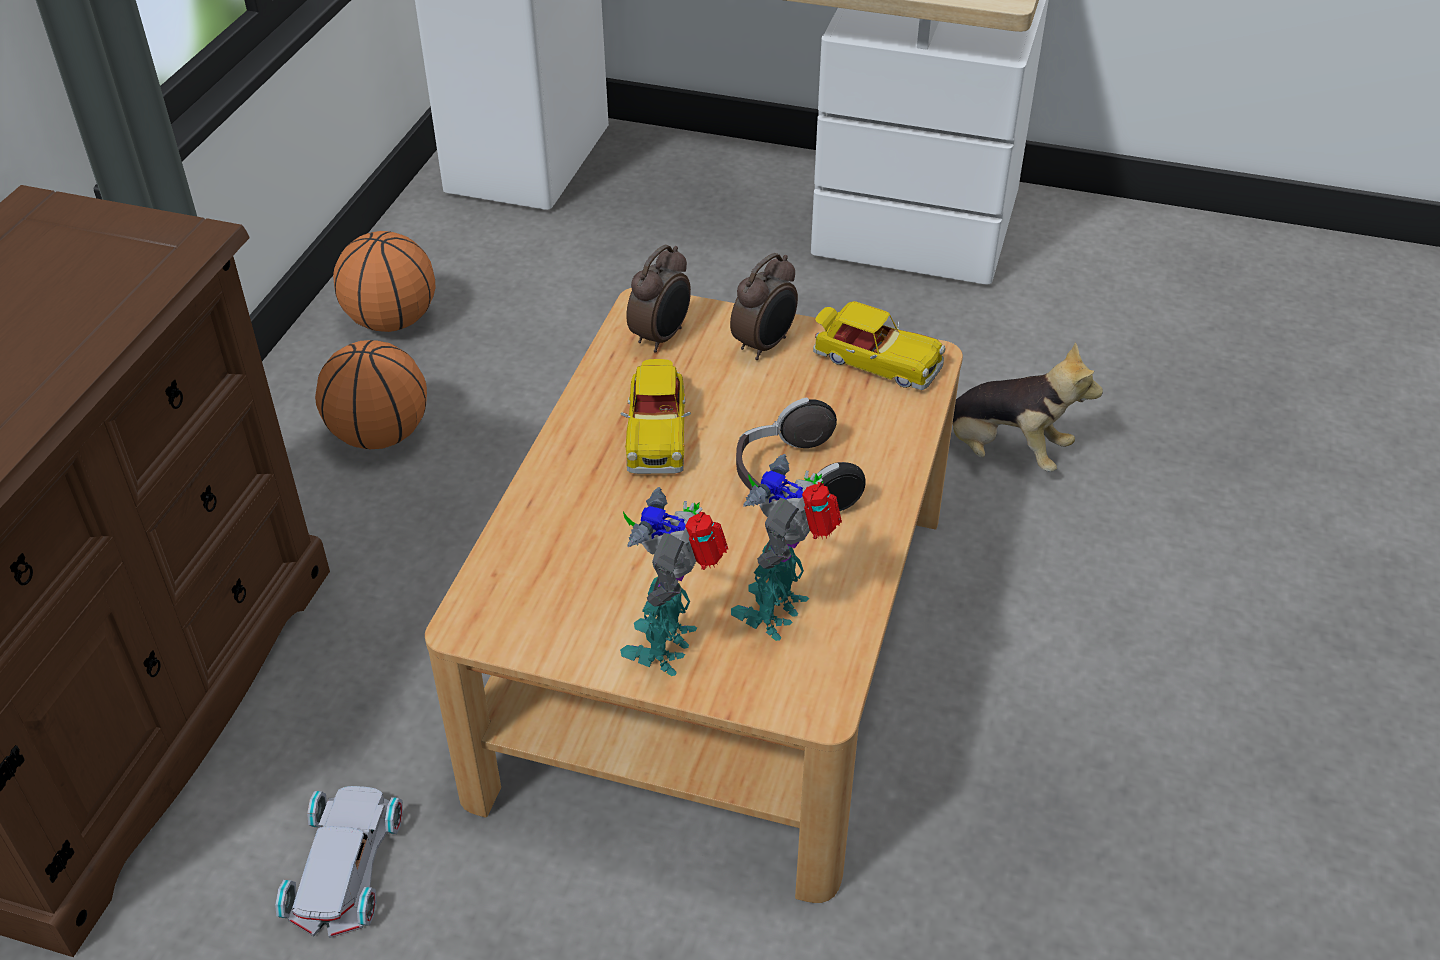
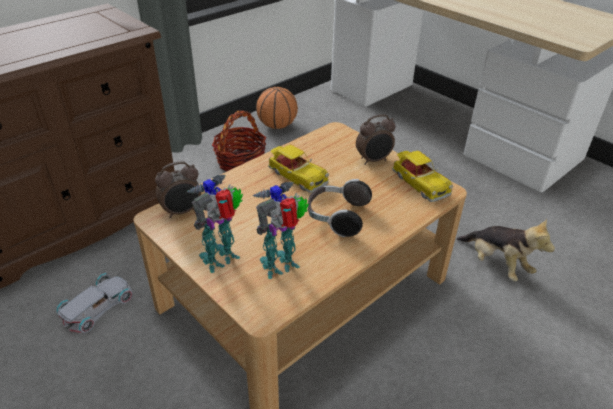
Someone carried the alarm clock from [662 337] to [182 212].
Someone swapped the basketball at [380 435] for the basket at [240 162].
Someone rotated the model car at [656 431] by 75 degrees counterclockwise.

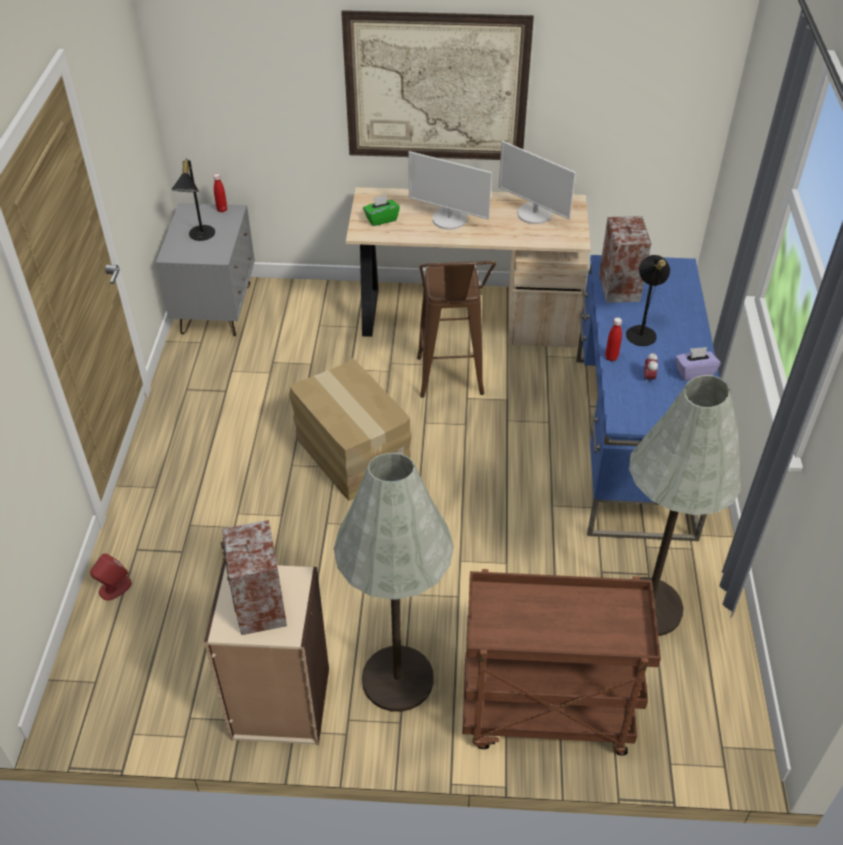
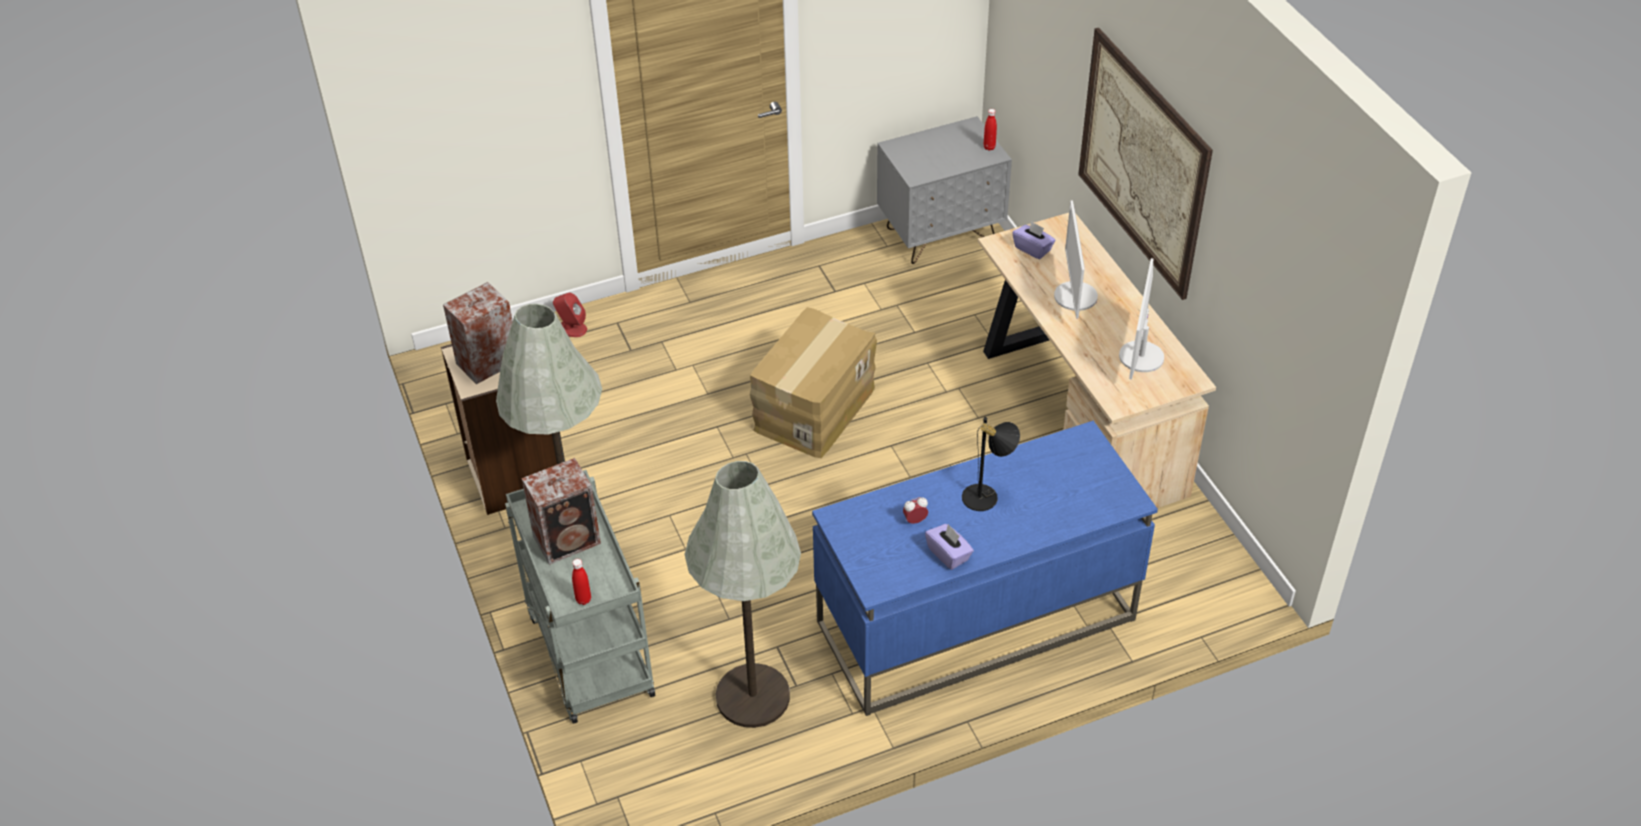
Someone repainted the brown-coloured cart at [544 714], which became the greyish cart at [588 653].
Someone carried the audio speaker from [619 286] to [569 540].
Someone carried the red-coloured drink bottle from [611 357] to [583 599].
Someone repainted the green-coloured tissue box at [381 219], which became the purple-coloured tissue box at [1033 249].
Someone took away the black lamp for a table at [199 236].
Someone took away the brown-coloured sitting stool at [450 385].

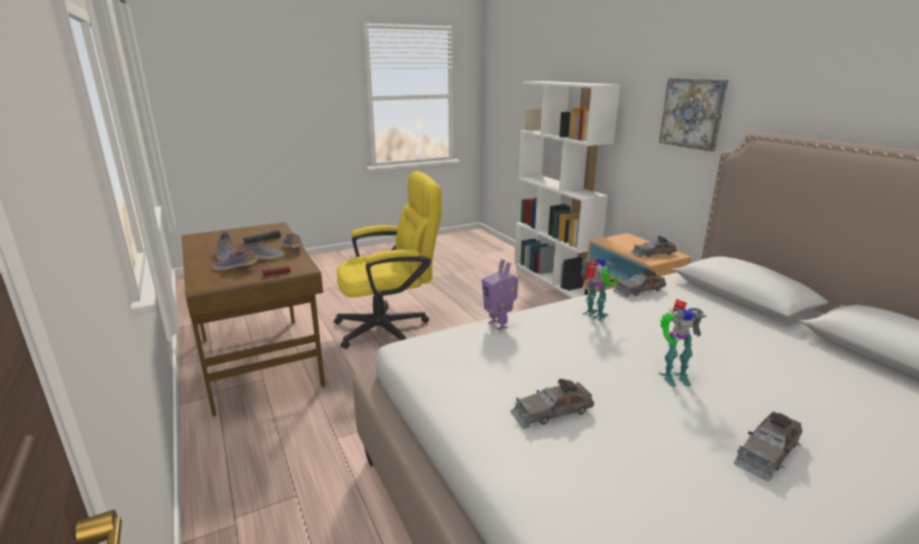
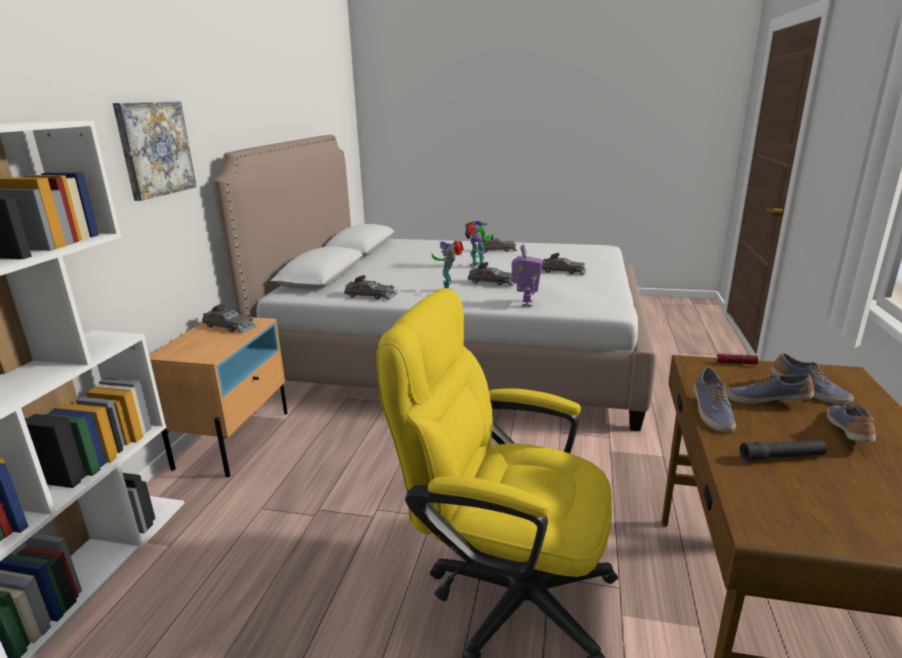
Someone put down the greyish model car at [492 282].

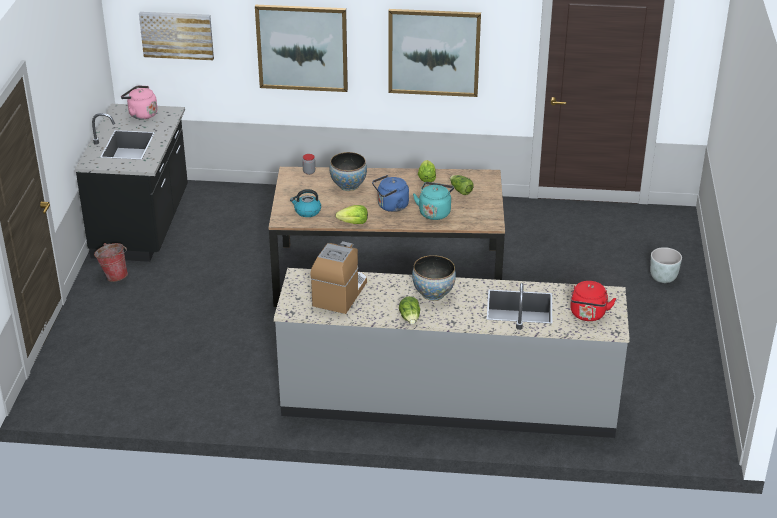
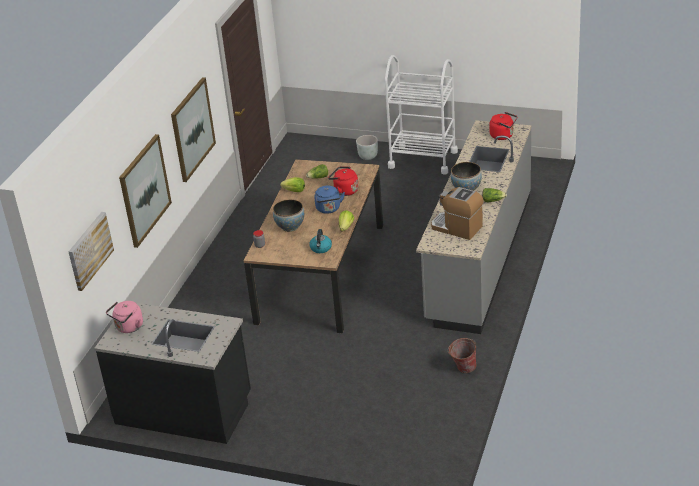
Someone repainted the turquoise tea kettle at [435 212], which became the red-coloured tea kettle at [344 191].
Someone put down the whitish cart at [423 159].
Someone carried the water bucket from [114 276] to [462 369].

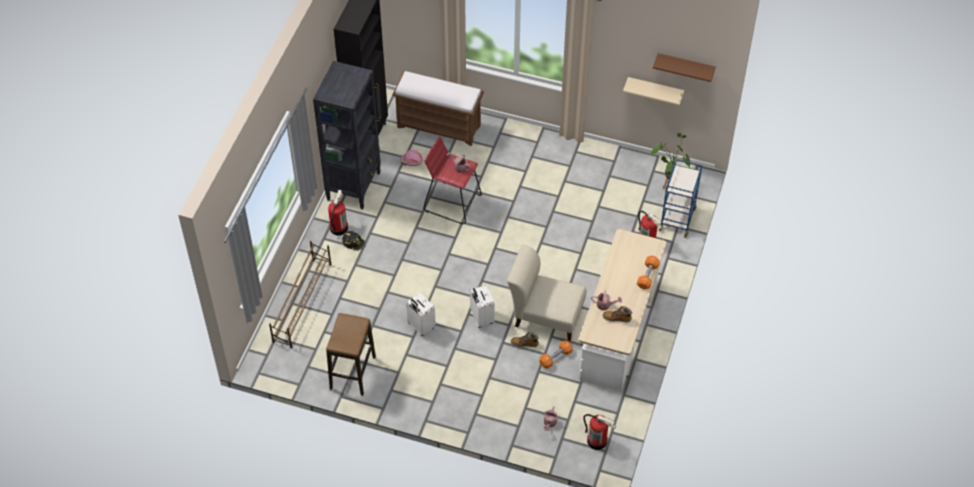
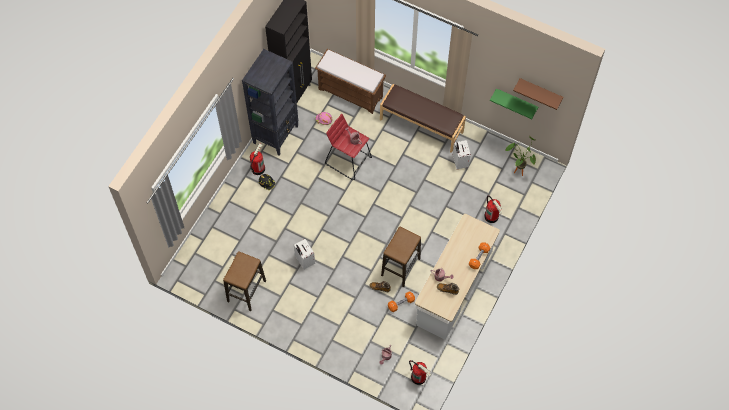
Someone put down the brown-coloured bench at [421 125].
Someone swapped the beige upright chair at [545 315] for the sitting stool at [400 267].
Someone carried the whitish piece of luggage from [481 318] to [459 162].
Someone repainted the beige wall shelf at [655 90], which became the green-coloured wall shelf at [516 102].
Someone took away the brown-coloured shoe shelf at [302 302].
Someone took away the blue-coloured cart at [677 218].

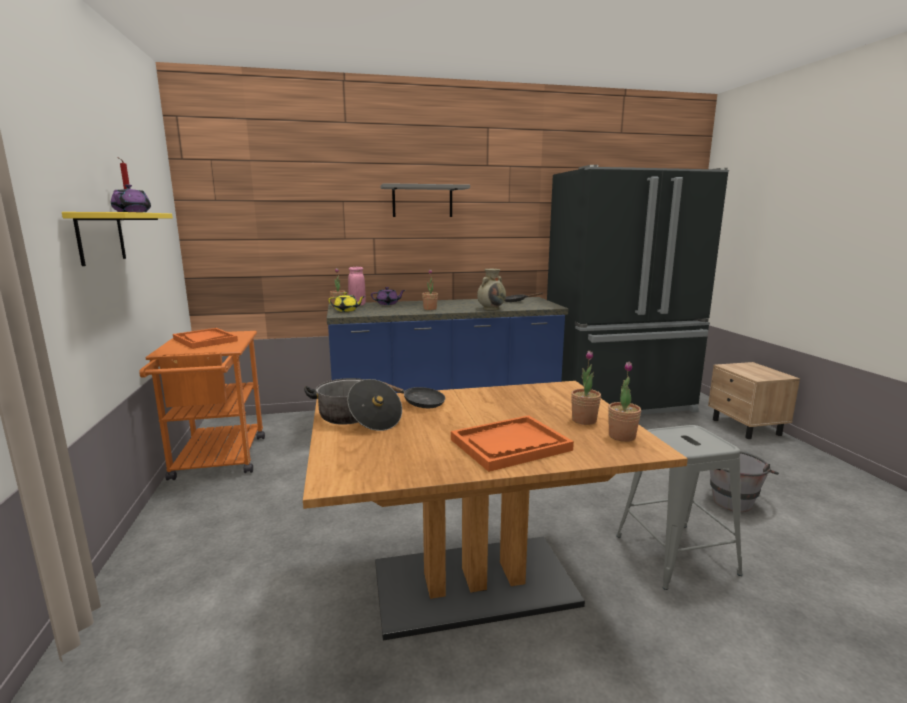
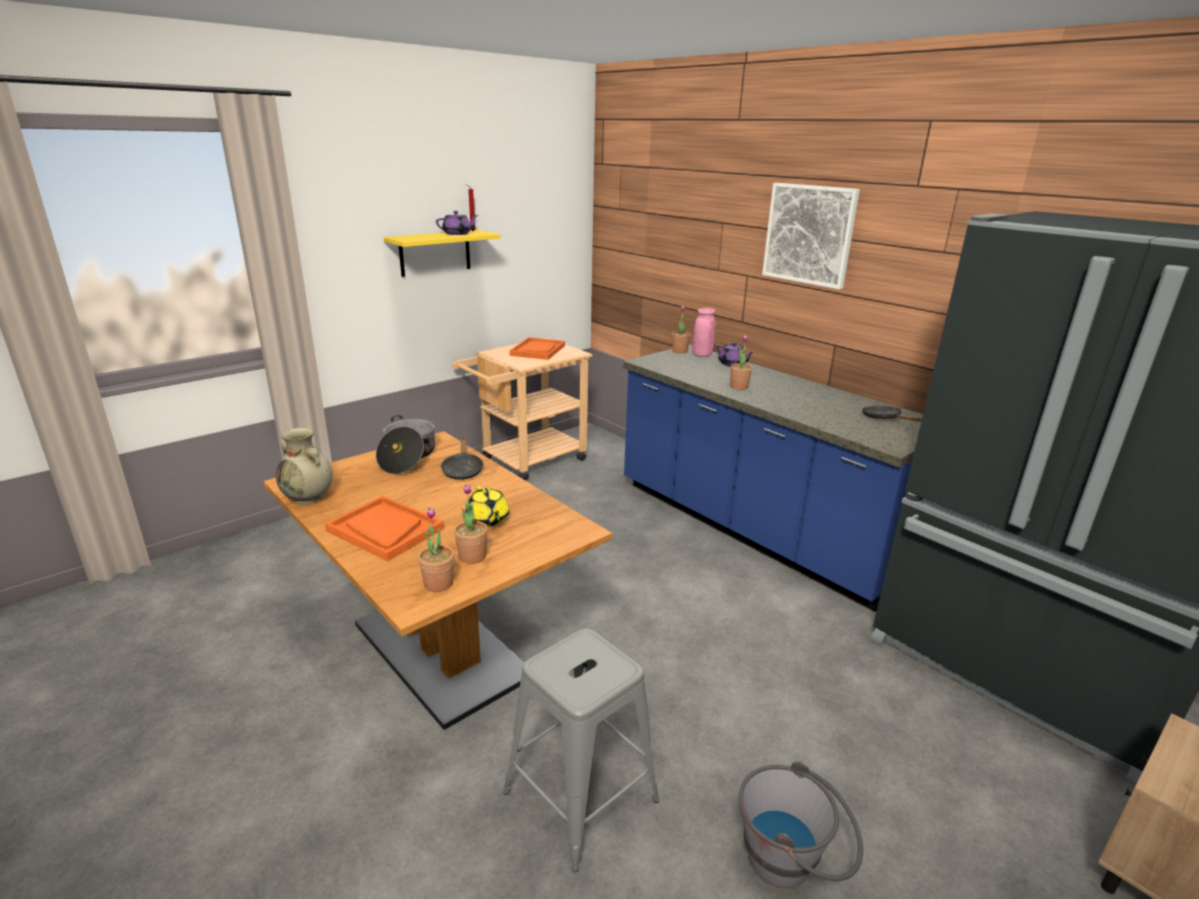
Someone carried the beige decorative vase from [491 308] to [309 498].
Someone repainted the orange cart at [218 462], which became the beige cart at [527 461].
Someone carried the yellowish pot for tea from [346 310] to [488 520].
Someone swapped the greyish wall shelf at [422 201] for the wall picture at [809 234].

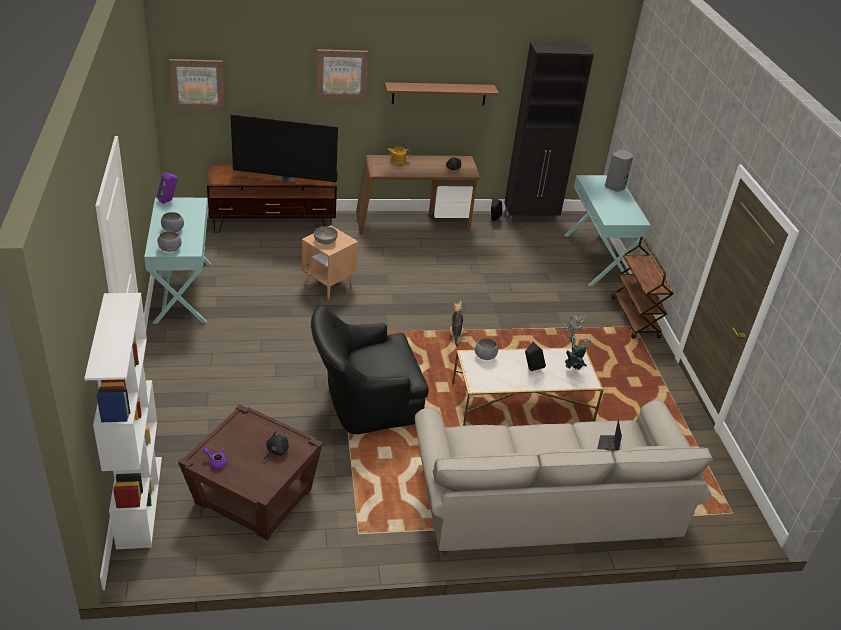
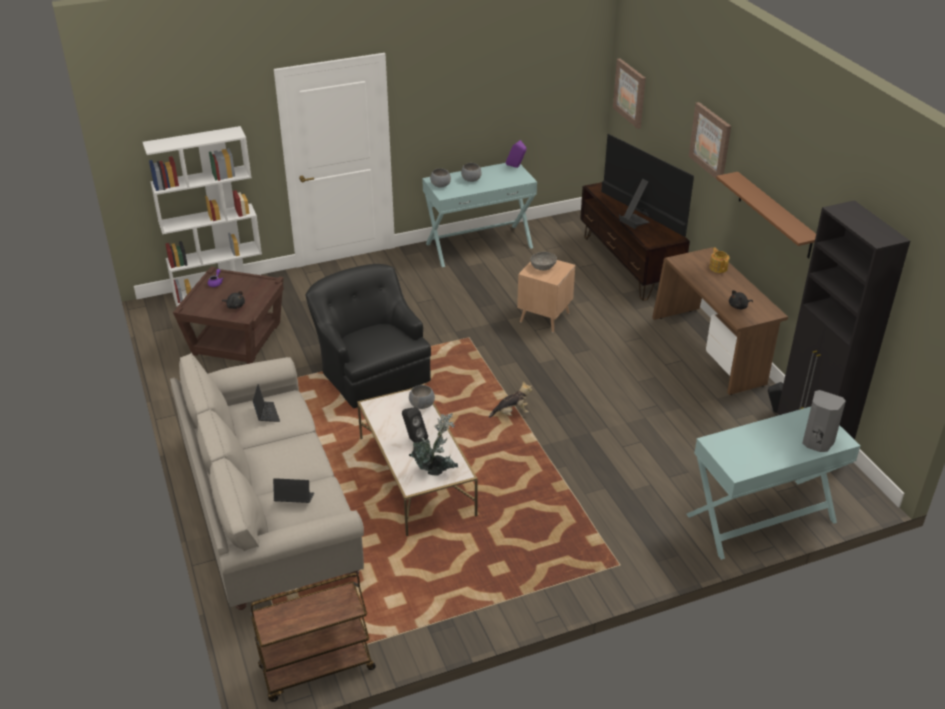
Someone carried the brown-coloured cart from [635 318] to [316 669].
Someone put down the portable computer at [266 414].
Someone rotated the television at [286 177] by 150 degrees clockwise.

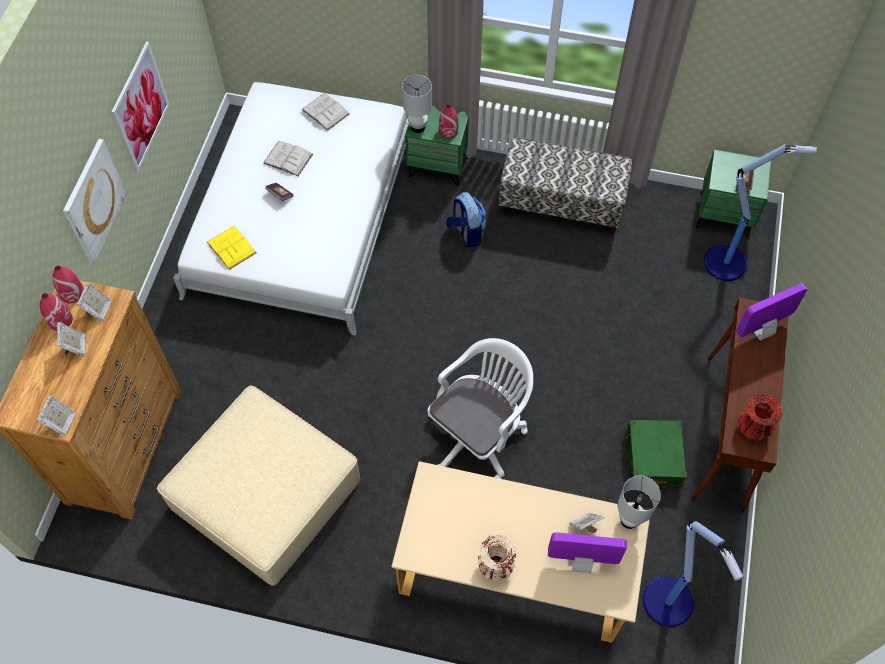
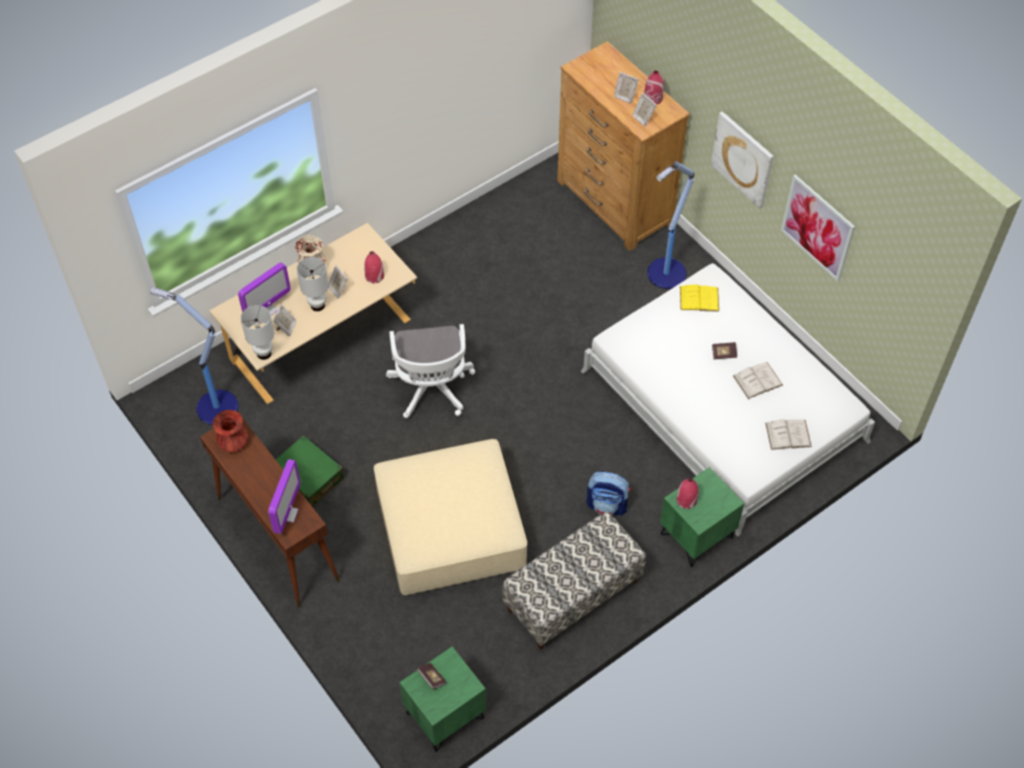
Someone carried the whitish lamp for a table from [418 126] to [318 305].
Someone carried the photo frame from [62 423] to [338 289].
Someone carried the red-coloured decorative vase from [72 293] to [374 276].
Someone carried the beige footrest from [264 494] to [451 528].
Someone carried the standard lamp from [727 262] to [665 274].

